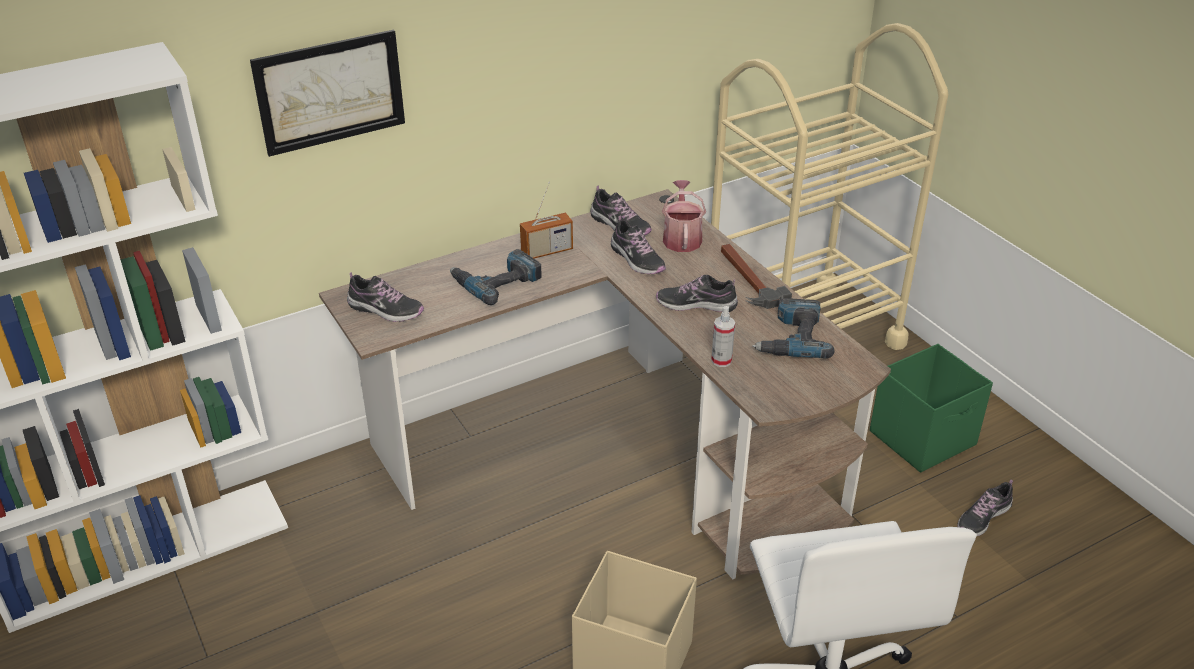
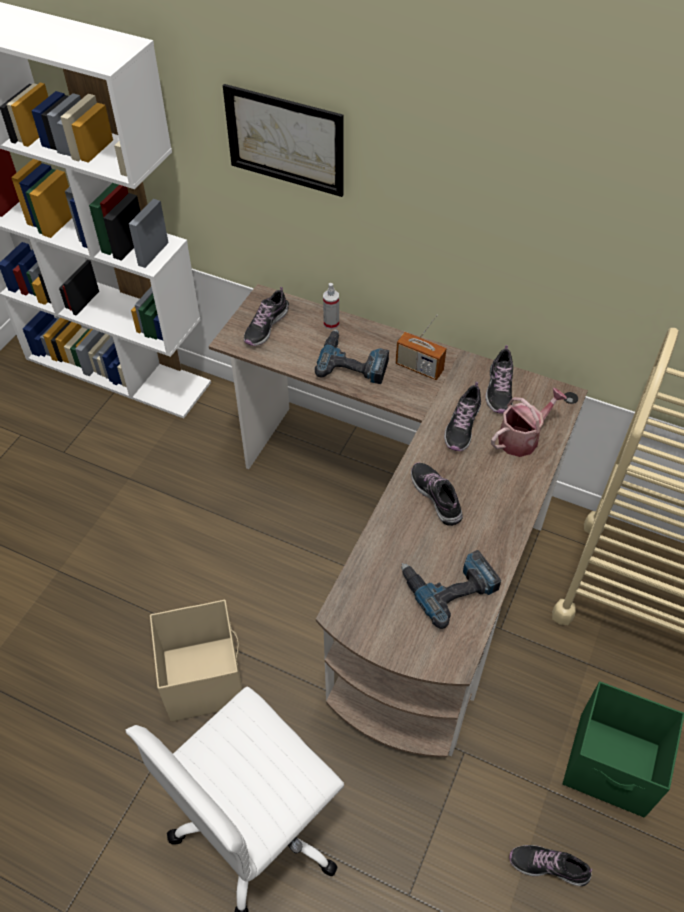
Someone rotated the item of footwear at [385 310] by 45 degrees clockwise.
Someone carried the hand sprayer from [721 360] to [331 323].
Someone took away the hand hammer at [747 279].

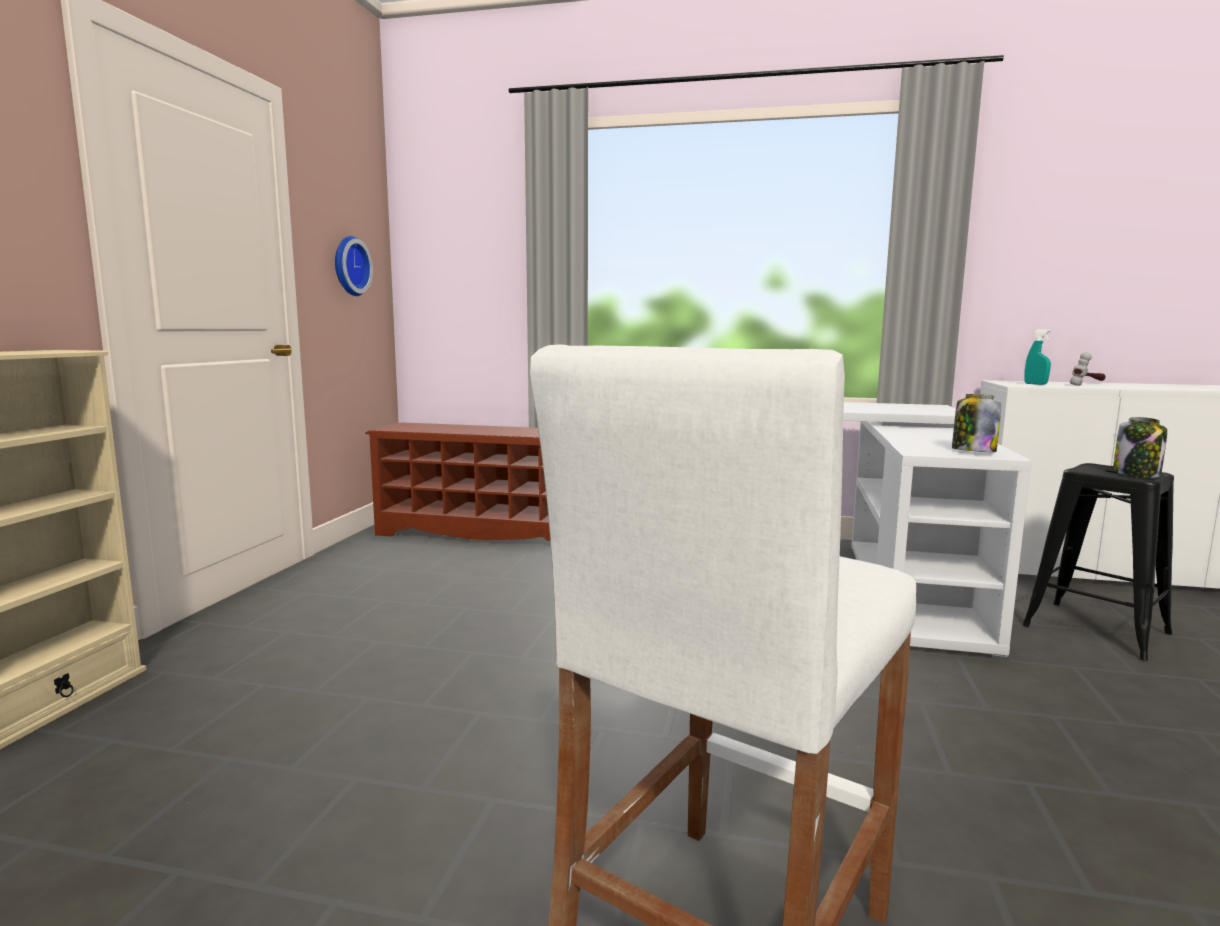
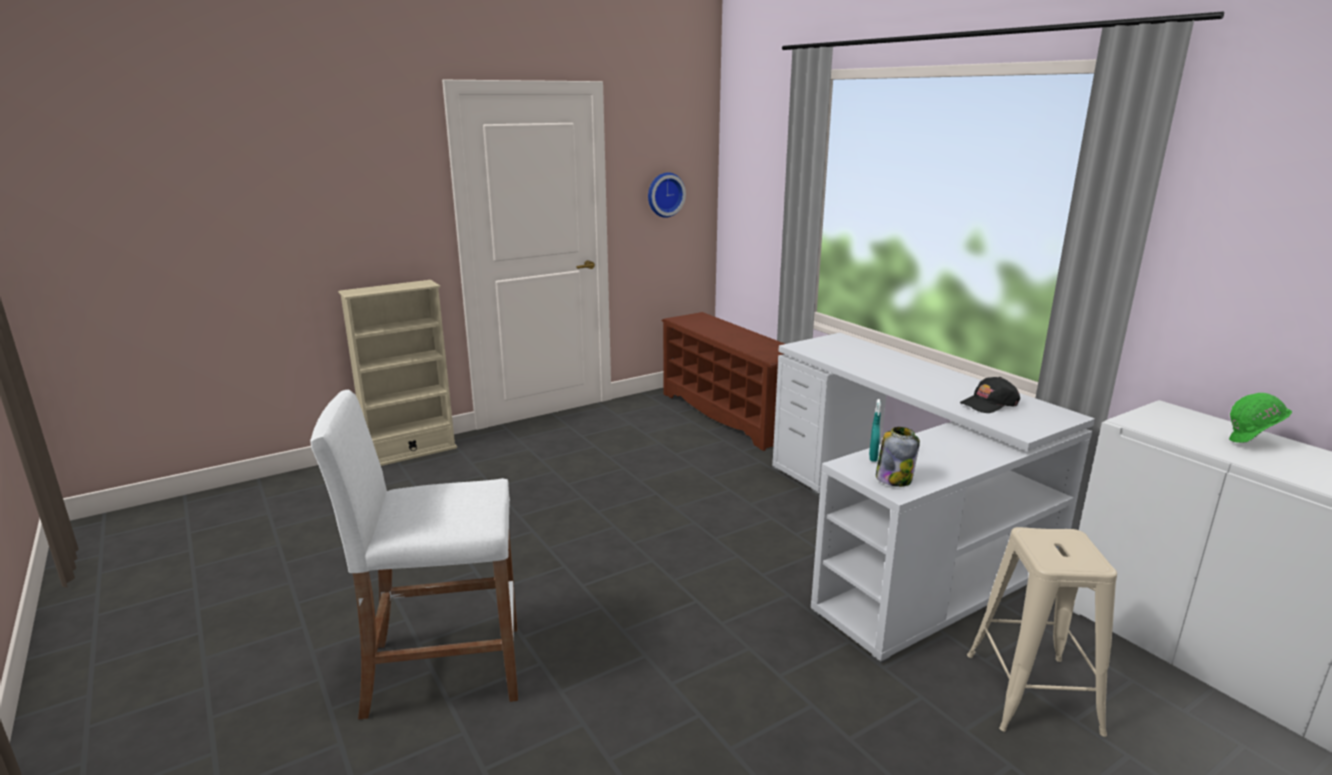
Someone carried the turquoise hand sprayer from [1035 384] to [873 457].
Someone put down the black peaked cap at [989 404].
Someone repainted the black sitting stool at [1094 629], which became the beige sitting stool at [1031 692].
Someone swapped the hand hammer at [1088 384] for the green-coloured safety helmet at [1252 443].
Someone took away the preserve jar at [1137 474].

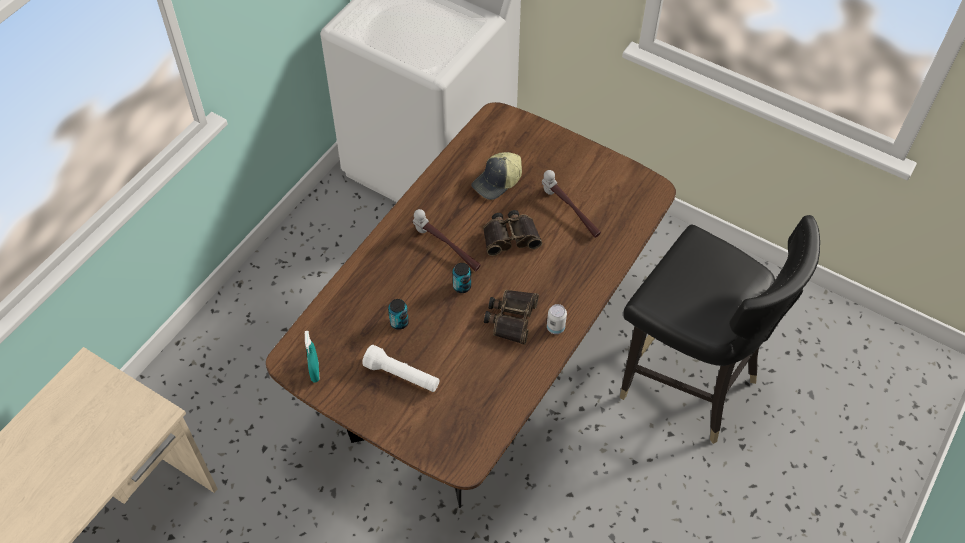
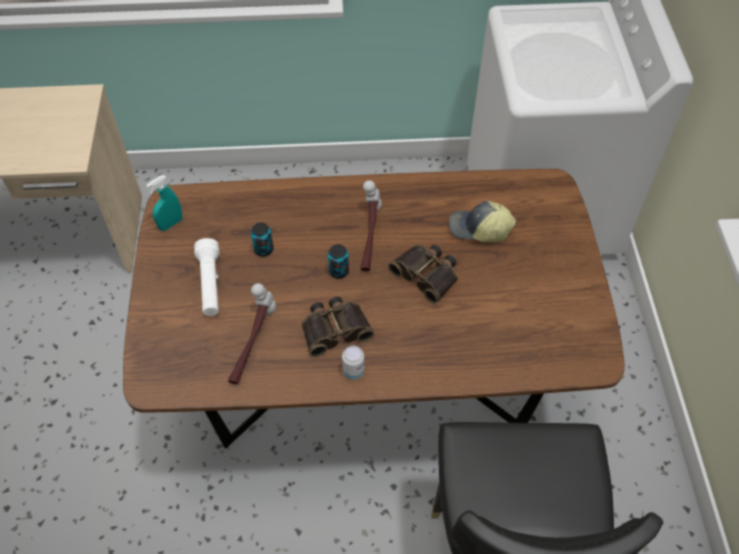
Someone carried the hand hammer from [569 213] to [252 343].

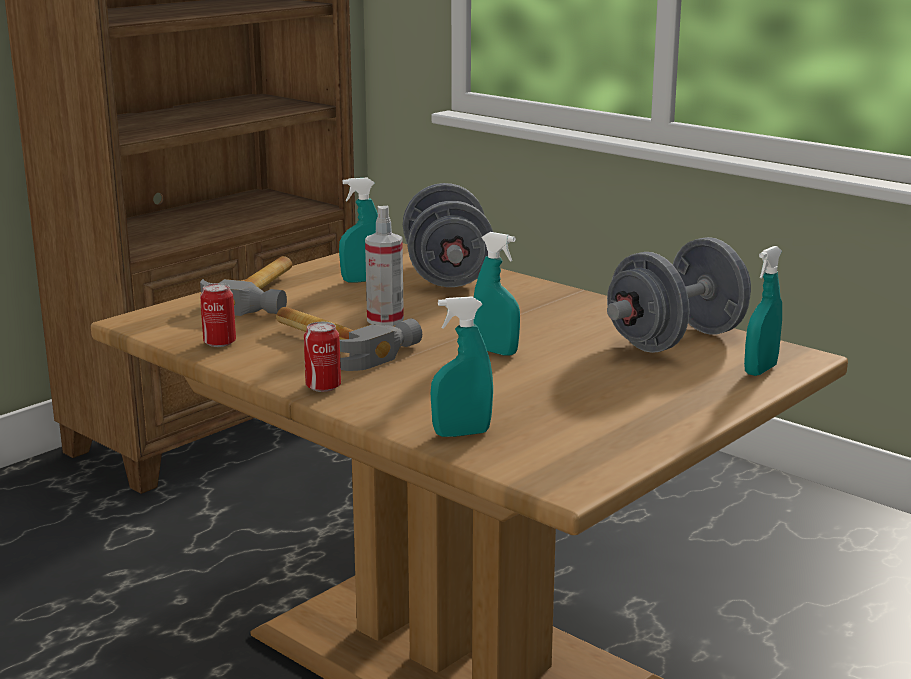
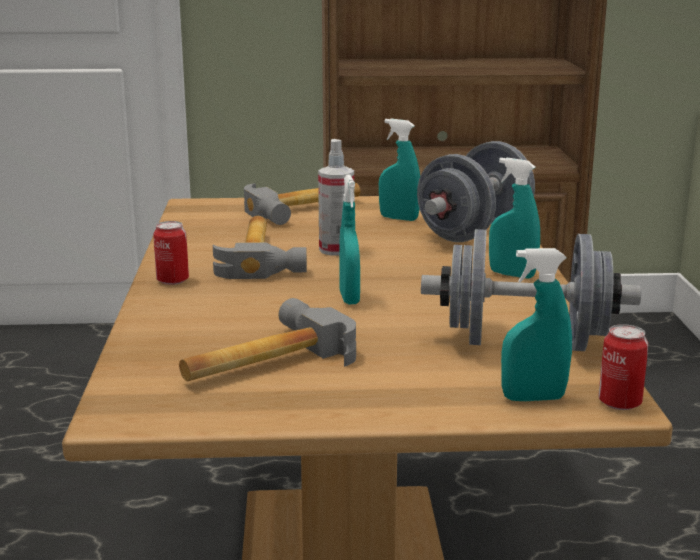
Someone put down the hand hammer at [262 361].
Someone carried the turquoise hand sprayer from [461 433] to [512 274].
Someone carried the can from [219 343] to [619 402].

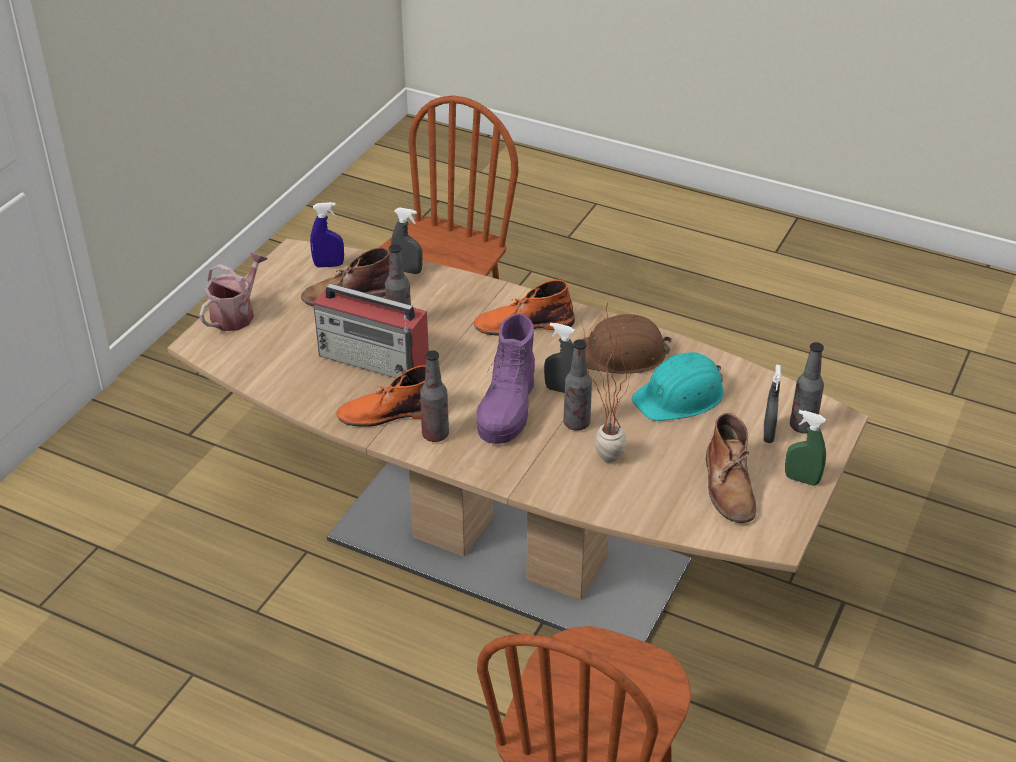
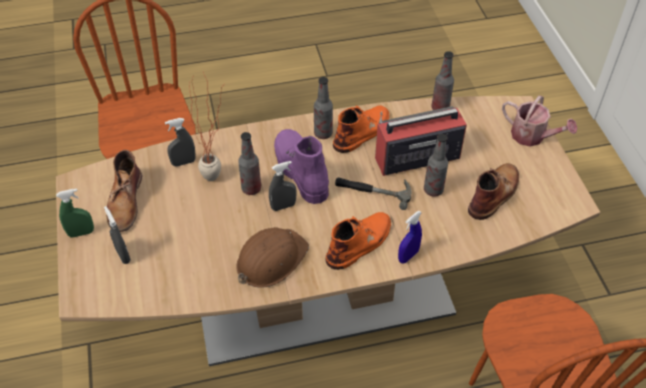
Someone rotated the brown-coloured high-top boot at [729 486] by 135 degrees counterclockwise.
Someone carried the greyish hand sprayer from [407 271] to [183 162].
Someone put down the hand hammer at [373 190].
Someone carried the blue-coloured hand sprayer from [329 265] to [408 256].
Someone carried the drink bottle from [802 426] to [440 108].
Someone rotated the sprinkling can at [236 314] by 45 degrees counterclockwise.
Someone took away the turquoise safety helmet at [680 396].

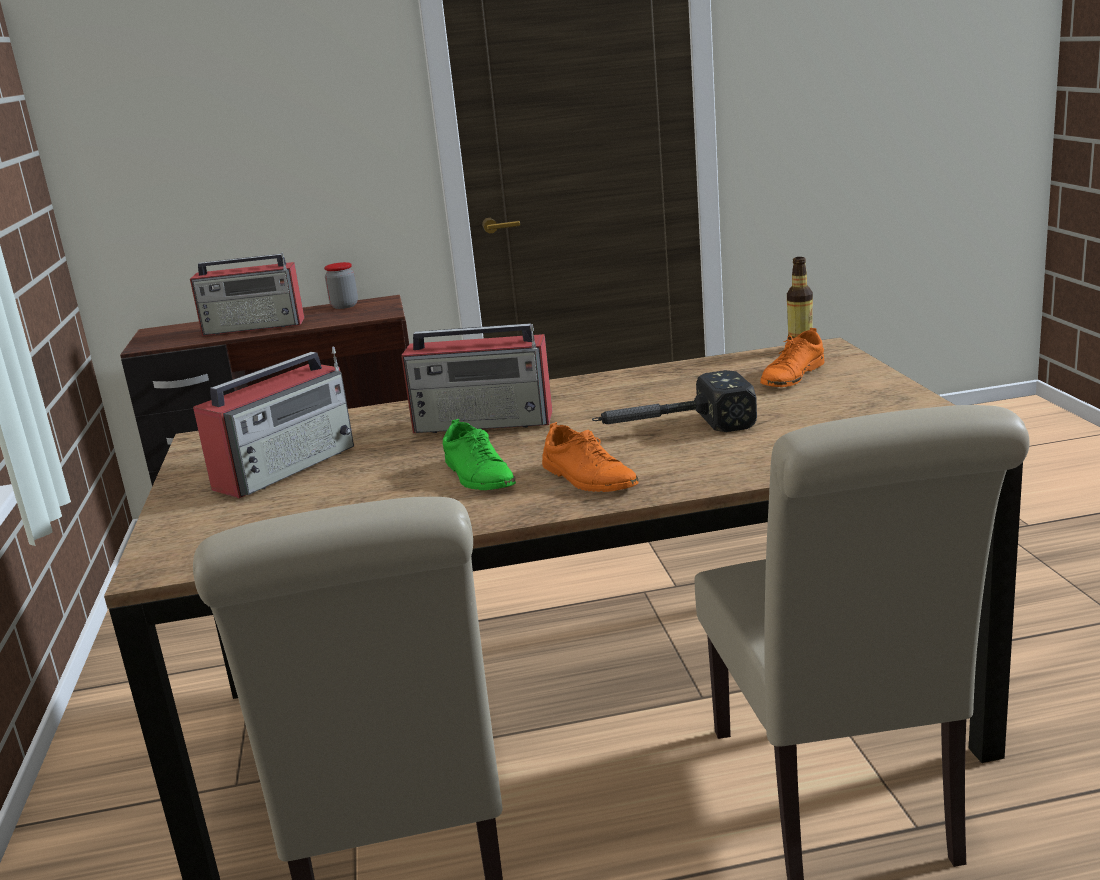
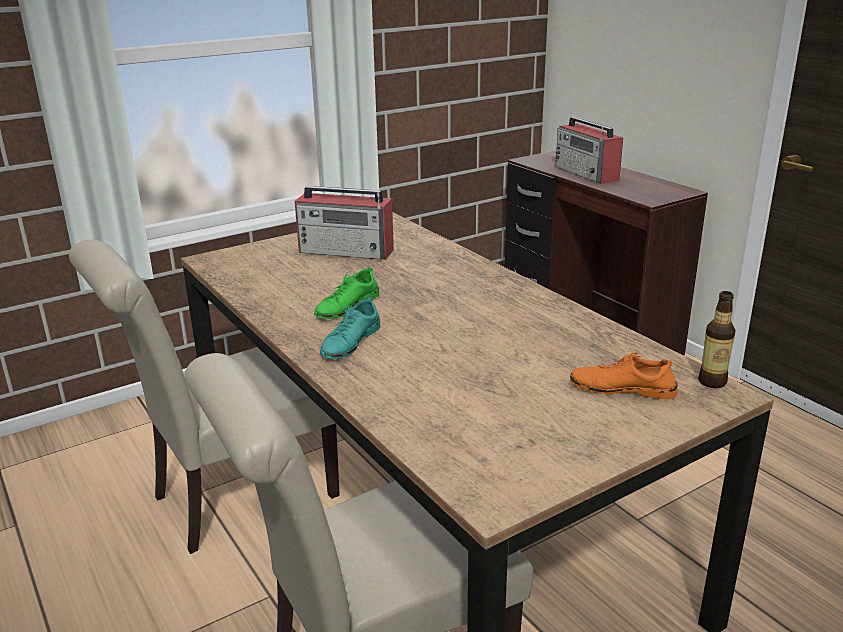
Someone repainted the orange item of footwear at [588 478], which became the turquoise item of footwear at [350 342].
Someone took away the preserve jar at [344 306].
Someone took away the radio set at [485 422].
Someone took away the hand hammer at [671 428].

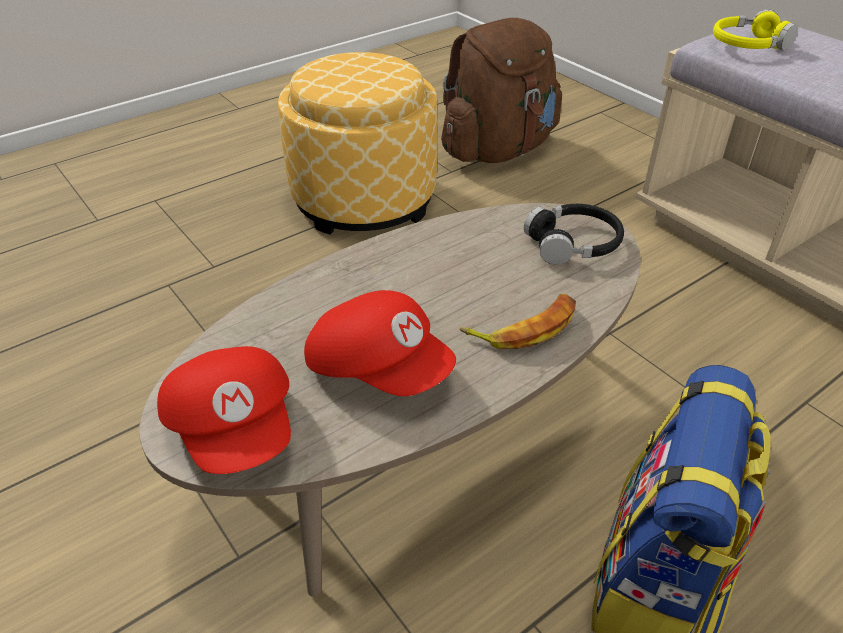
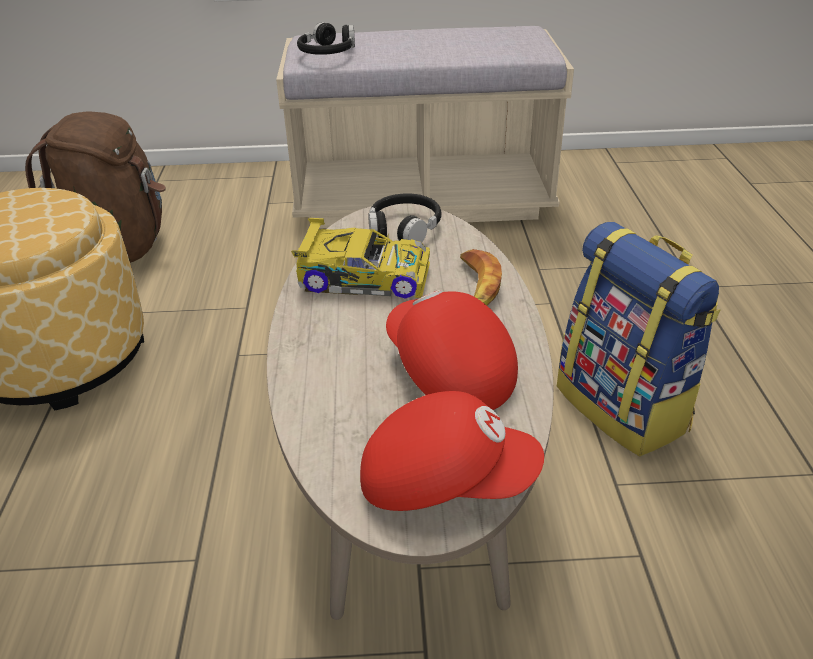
Someone put down the model car at [362 276].
Someone repainted the yellowish headphones at [748 45], which became the black headphones at [328 52].
Someone rotated the red-coloured peaked cap at [379 367] by 105 degrees counterclockwise.

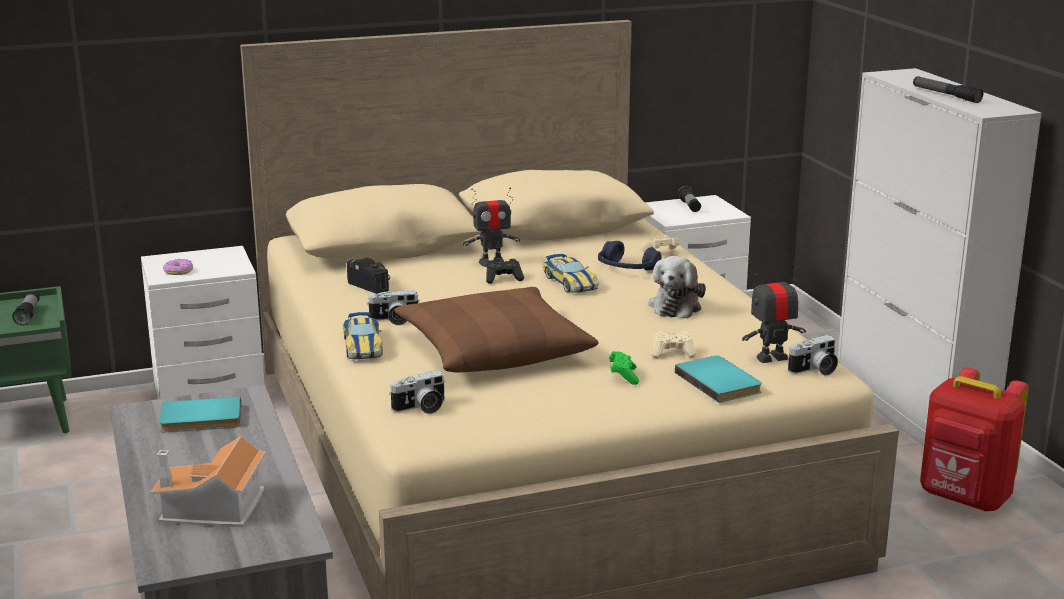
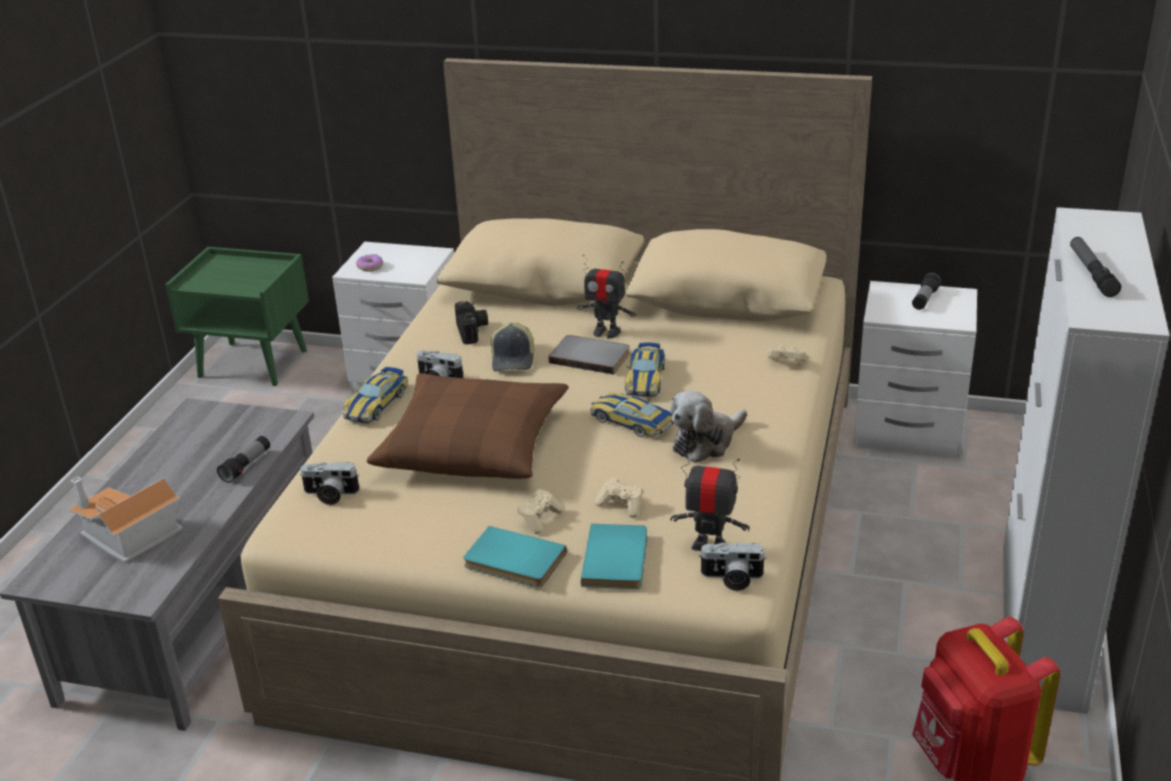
Someone carried the torch from [28 315] to [246 466].
Someone carried the turquoise bound book from [201 419] to [513 562].
Someone put down the peaked cap at [514 359].
Someone repainted the green-coloured joypad at [623 376], which became the beige joypad at [540 519].
Someone swapped the black joypad at [503 279] for the greyish bound book at [591 356].
Someone put down the model car at [631 421].
Someone took away the blue-coloured headphones at [626 269].

